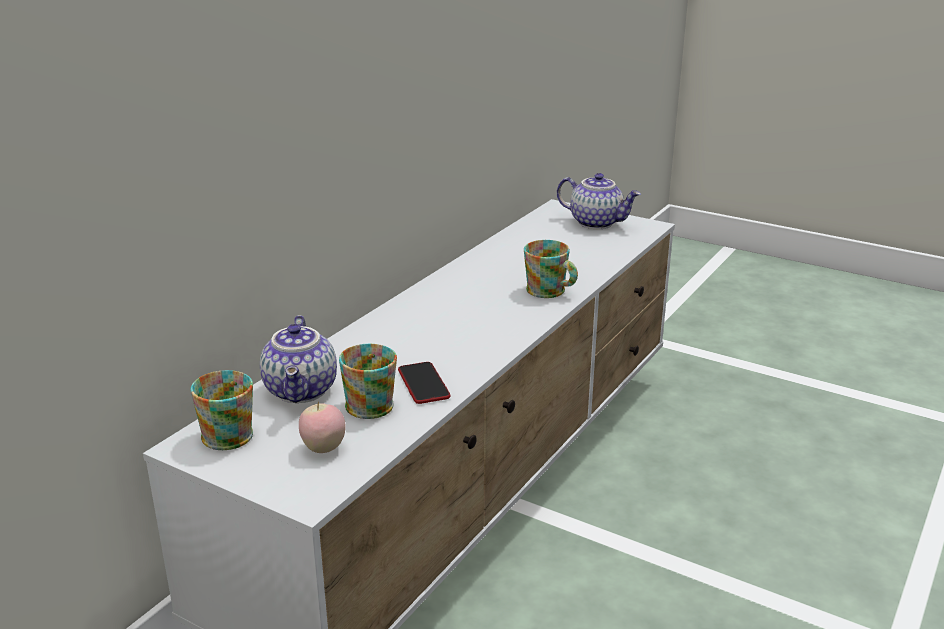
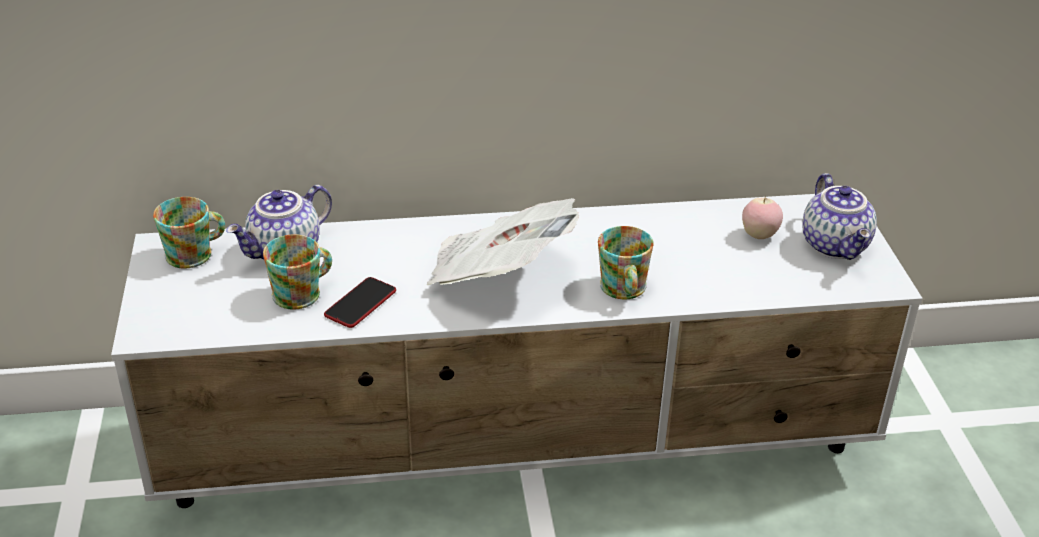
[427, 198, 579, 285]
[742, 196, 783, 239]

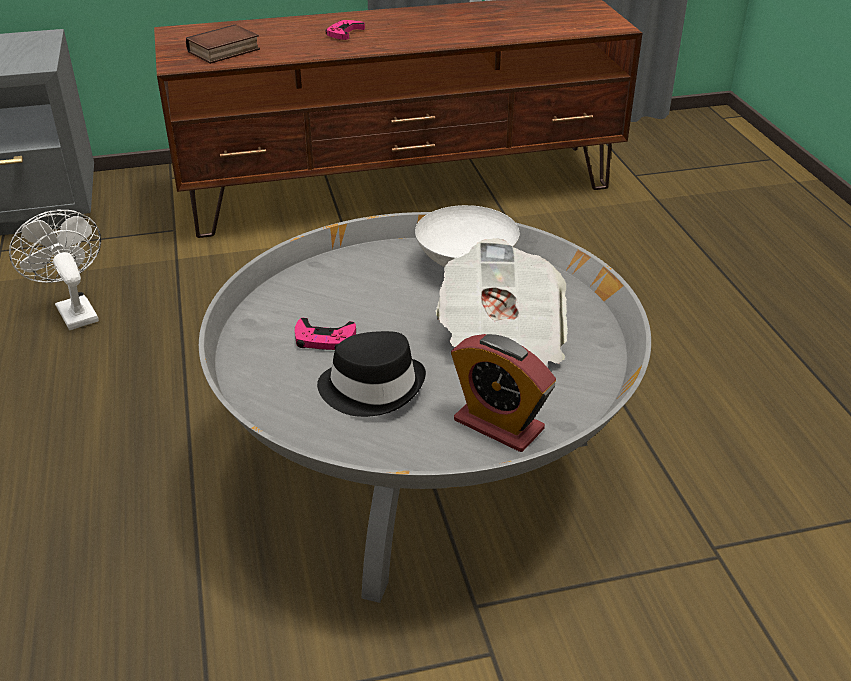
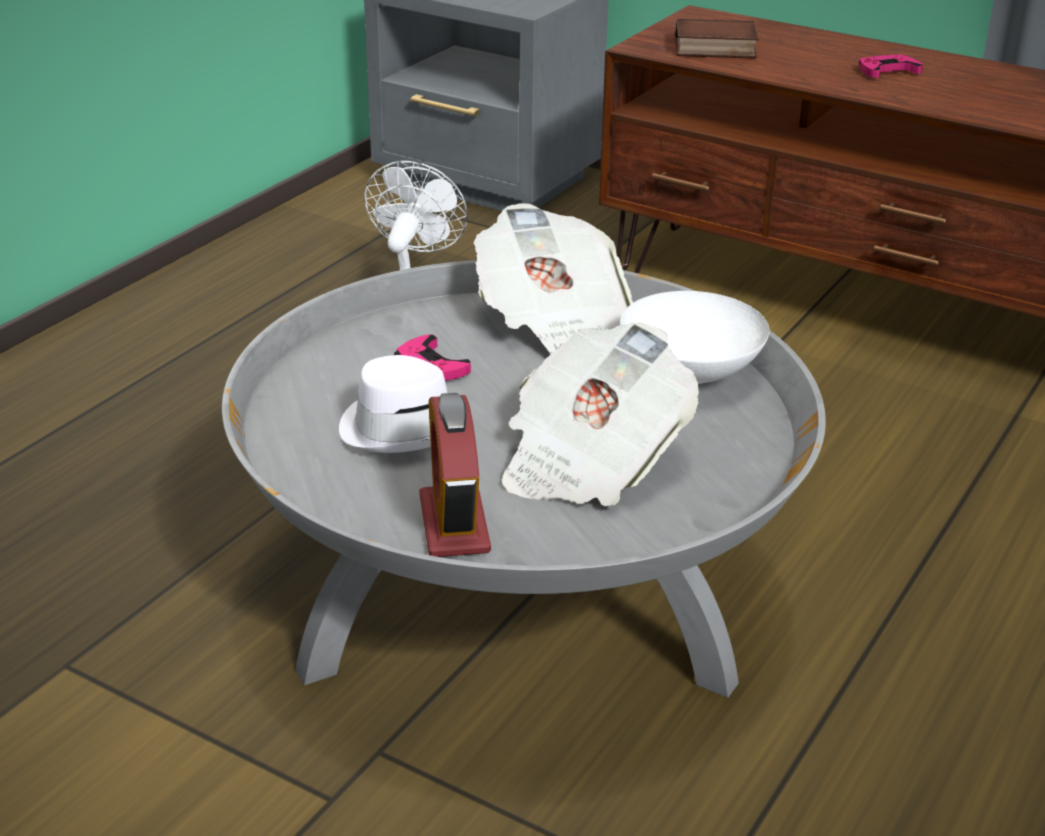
[474, 203, 633, 354]
[339, 355, 447, 453]

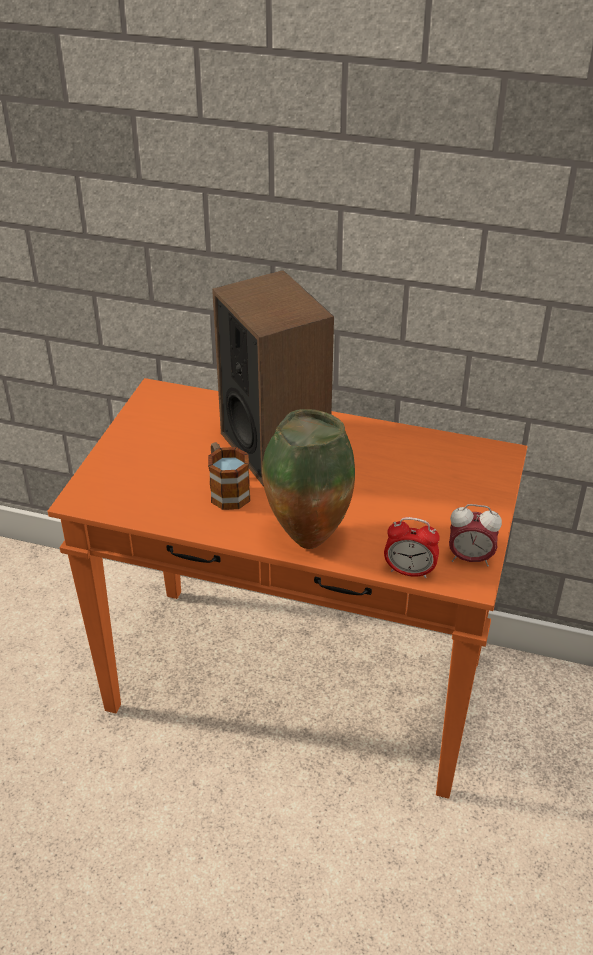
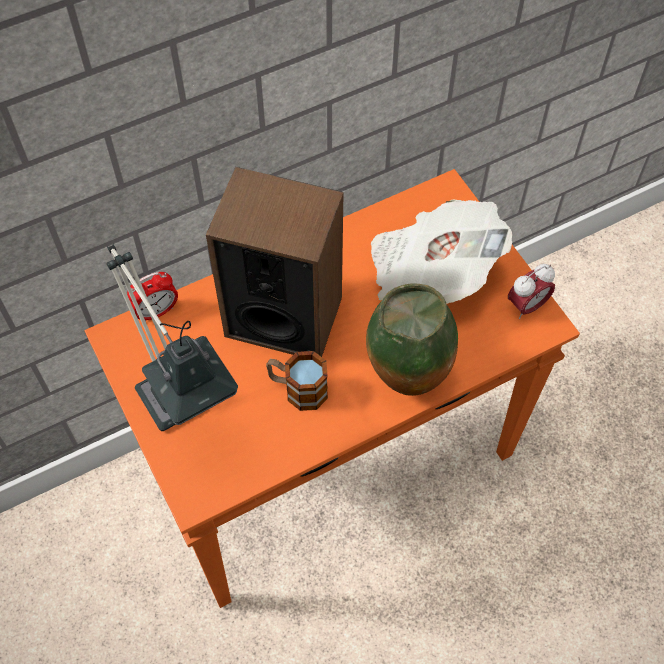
[107, 244, 238, 431]
[371, 199, 512, 304]
[127, 272, 178, 321]

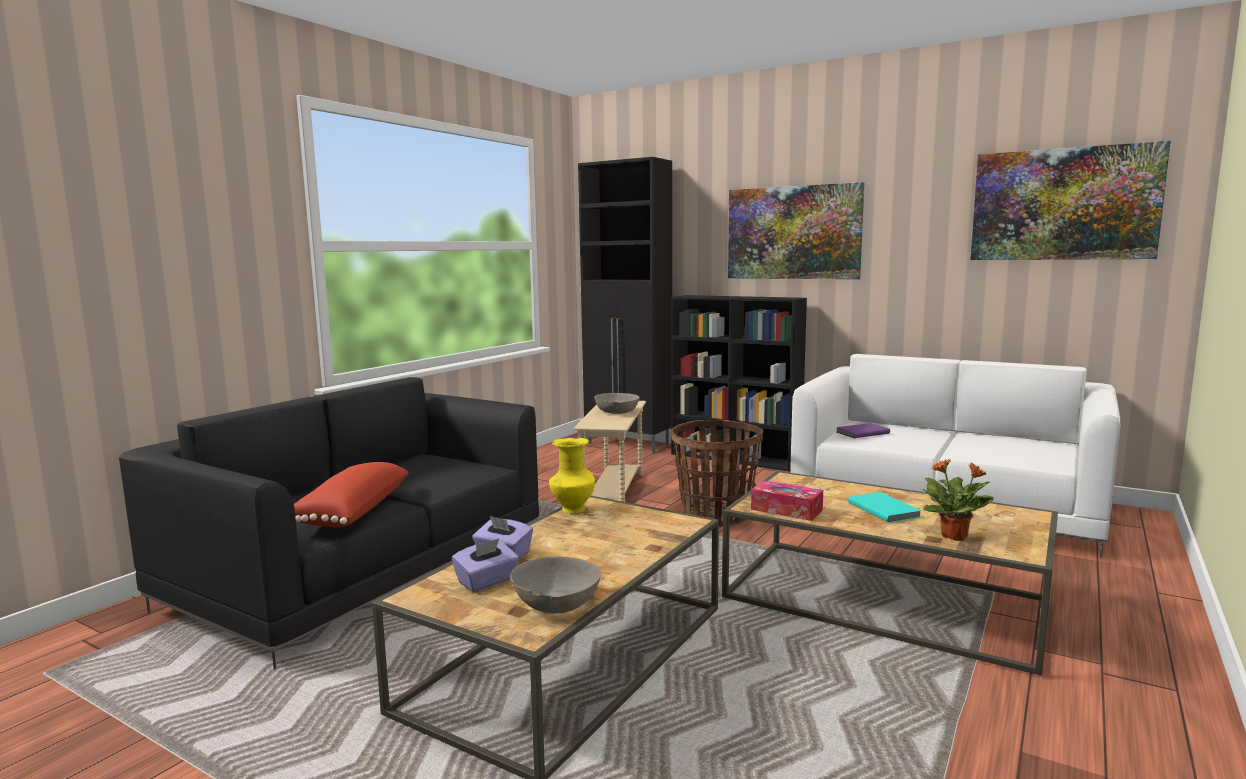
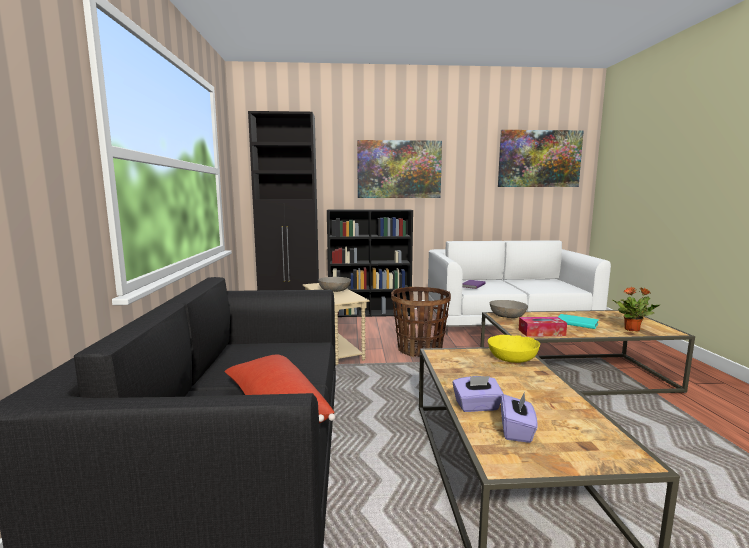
[549, 437, 595, 514] (first image)
[488, 335, 540, 363]
[490, 300, 528, 318]

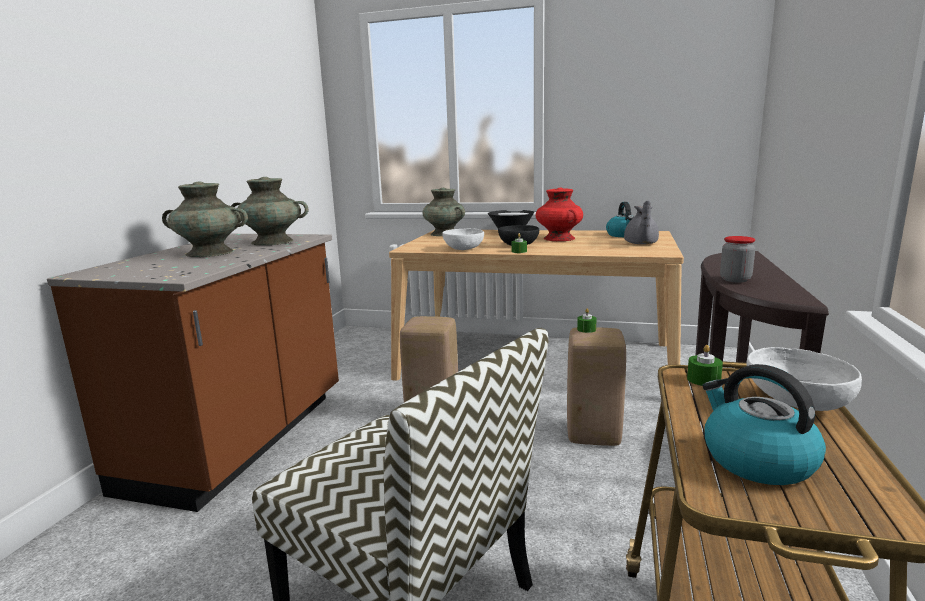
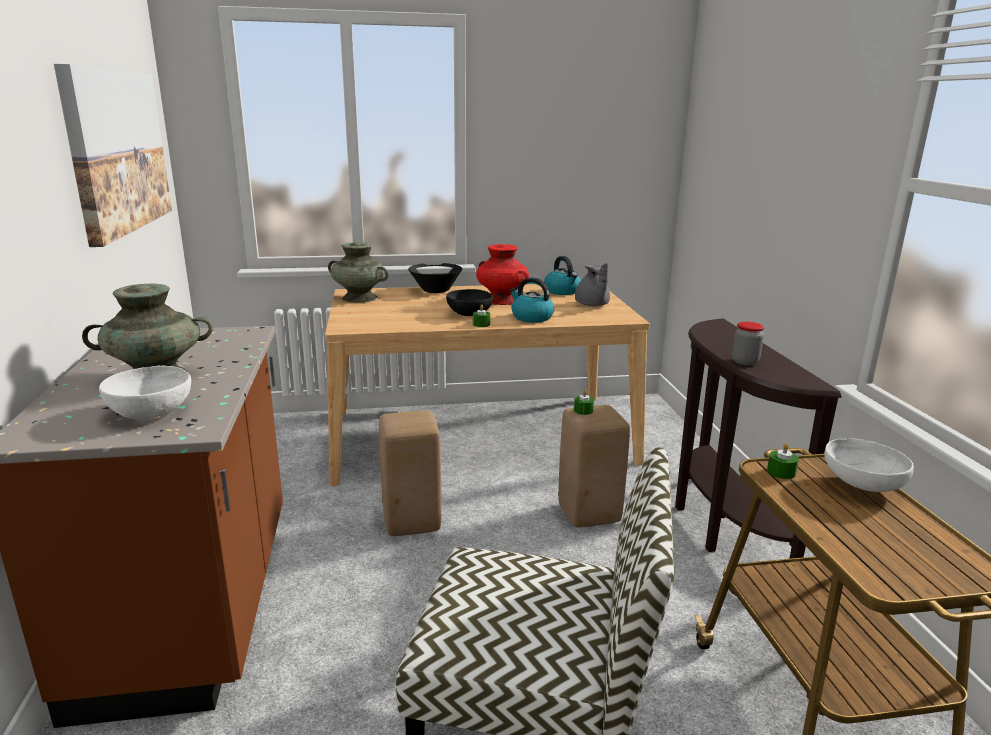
[231, 177, 308, 245] (first image)
[54, 64, 172, 247]
[99, 366, 191, 419]
[509, 278, 554, 323]

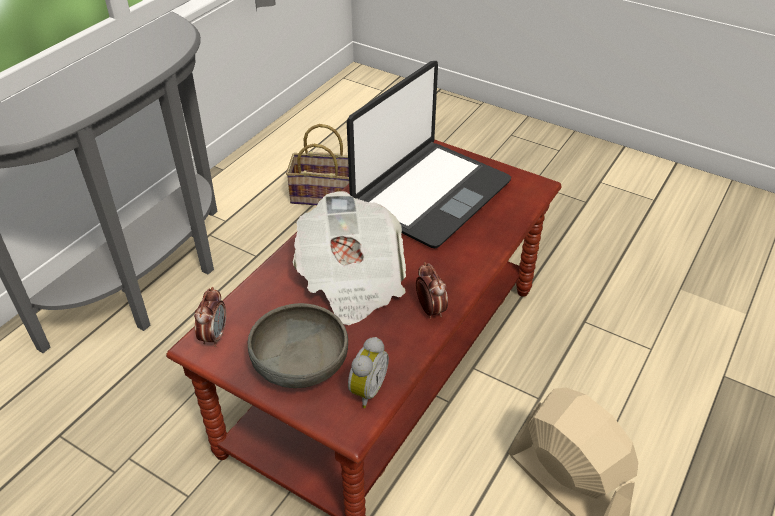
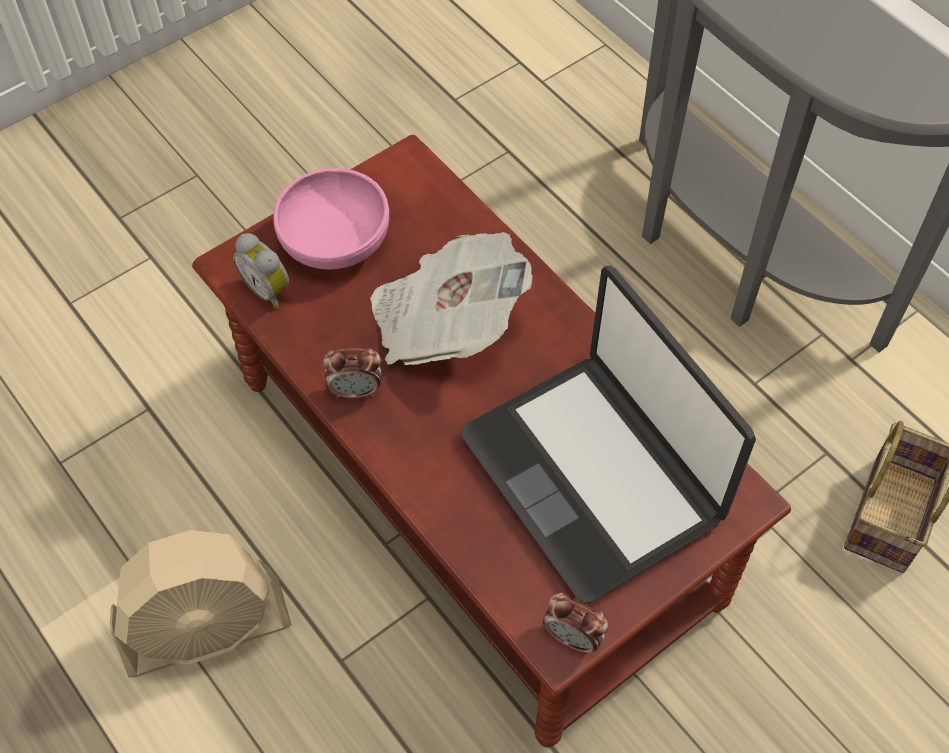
[543, 593, 608, 654]
[273, 168, 389, 270]

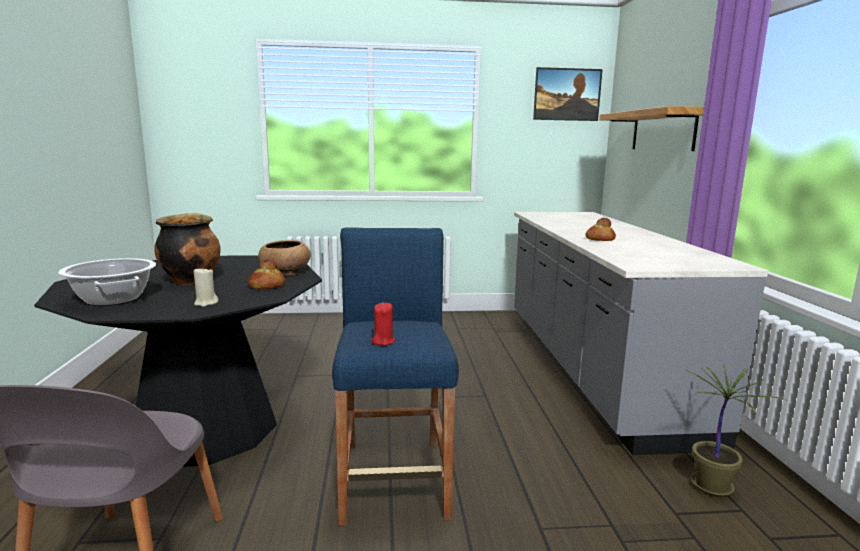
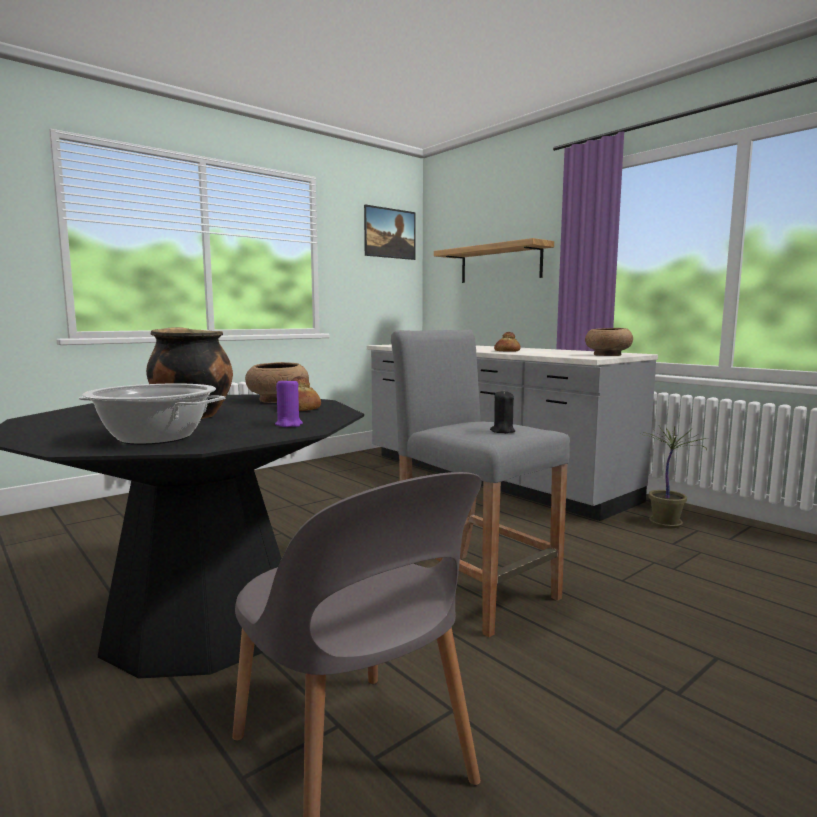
[585, 328, 633, 356]
[275, 377, 303, 427]
[391, 329, 570, 637]
[490, 391, 515, 433]

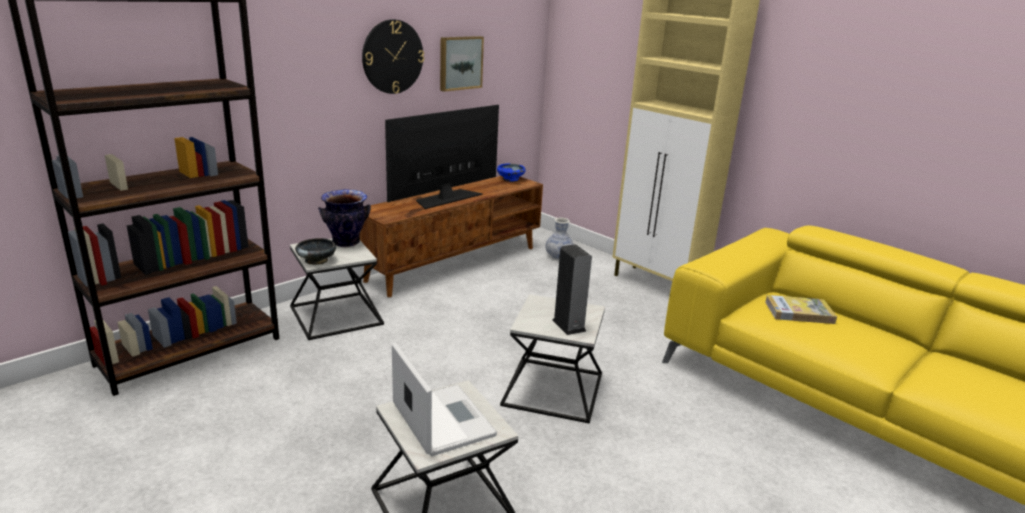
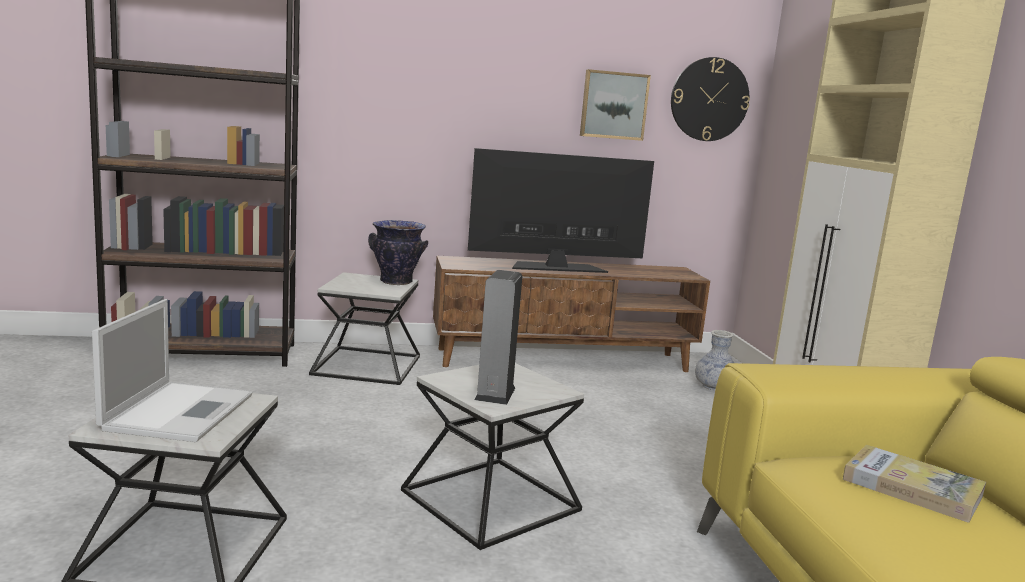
[295, 238, 336, 265] (first image)
[497, 163, 526, 182] (first image)
[671, 57, 750, 141]

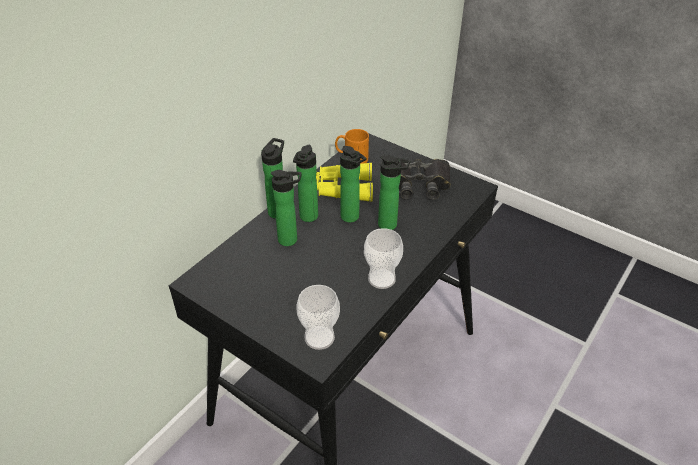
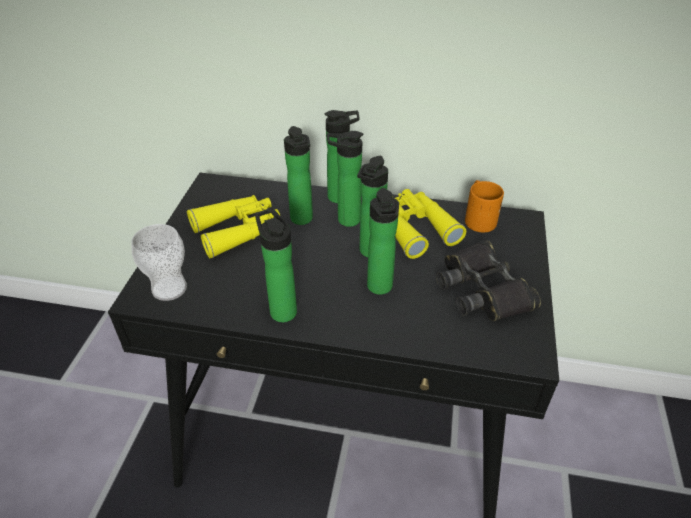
[187, 195, 280, 258]
[255, 208, 297, 322]

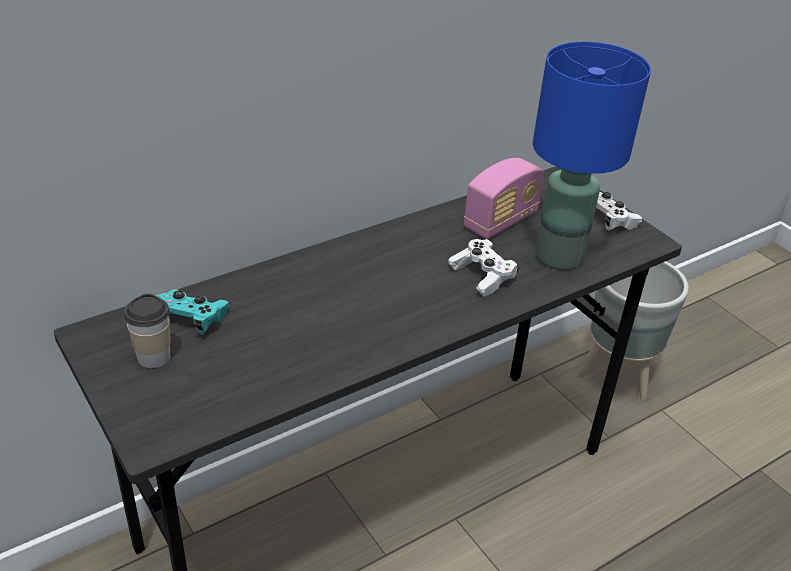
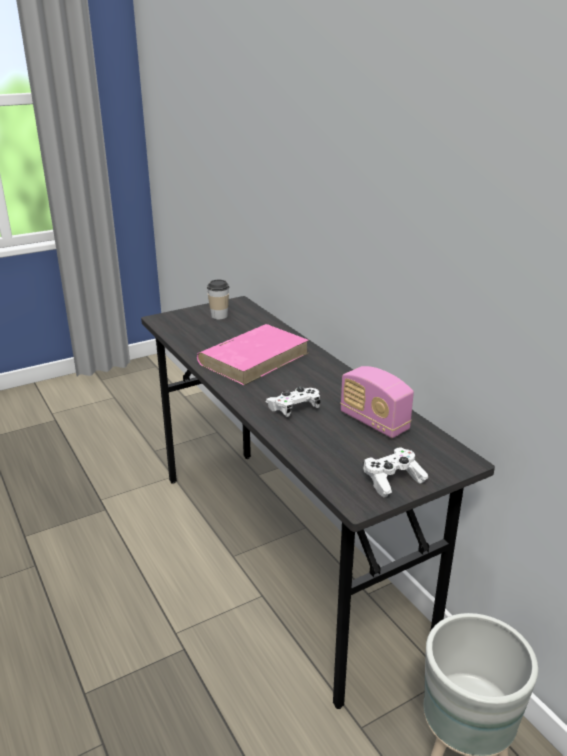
[156, 289, 230, 335] (first image)
[533, 42, 651, 270] (first image)
[197, 324, 309, 385]

